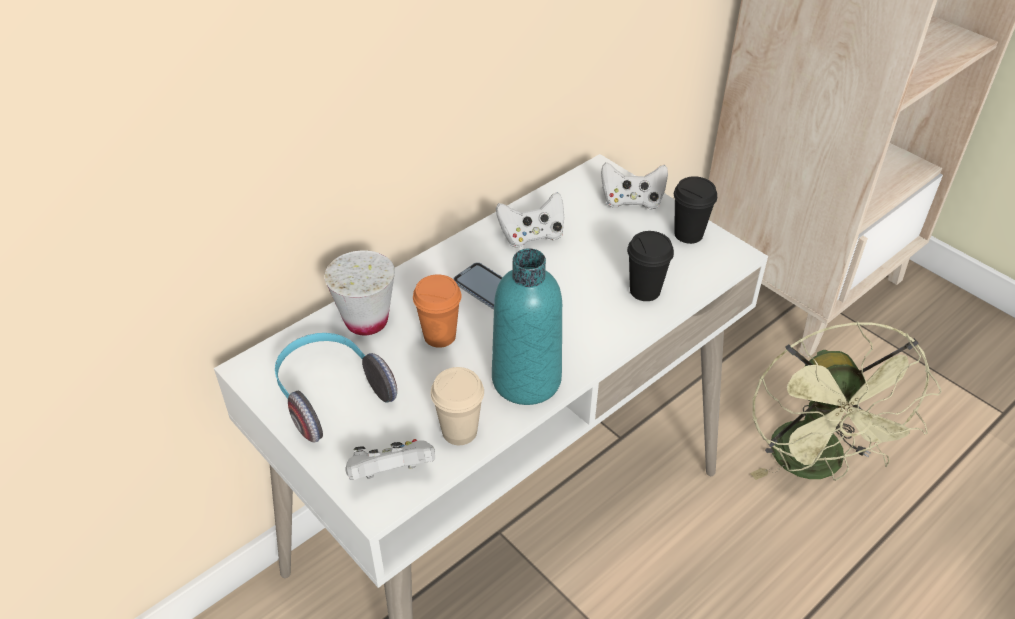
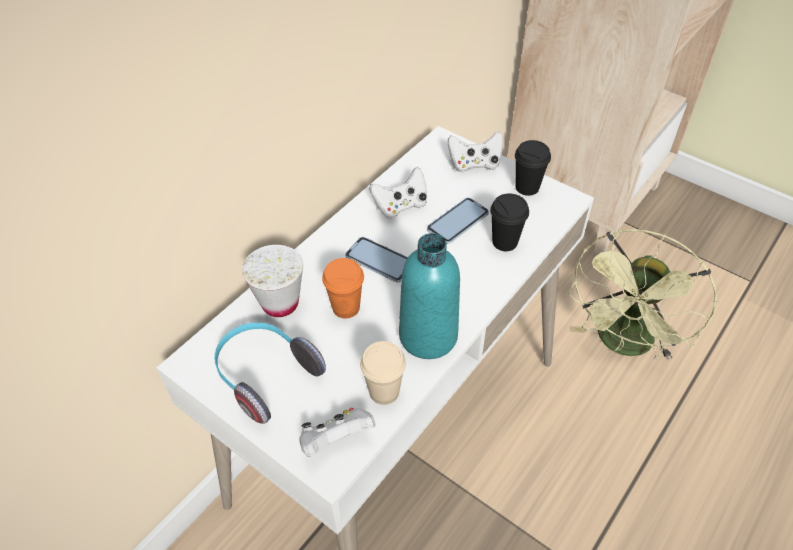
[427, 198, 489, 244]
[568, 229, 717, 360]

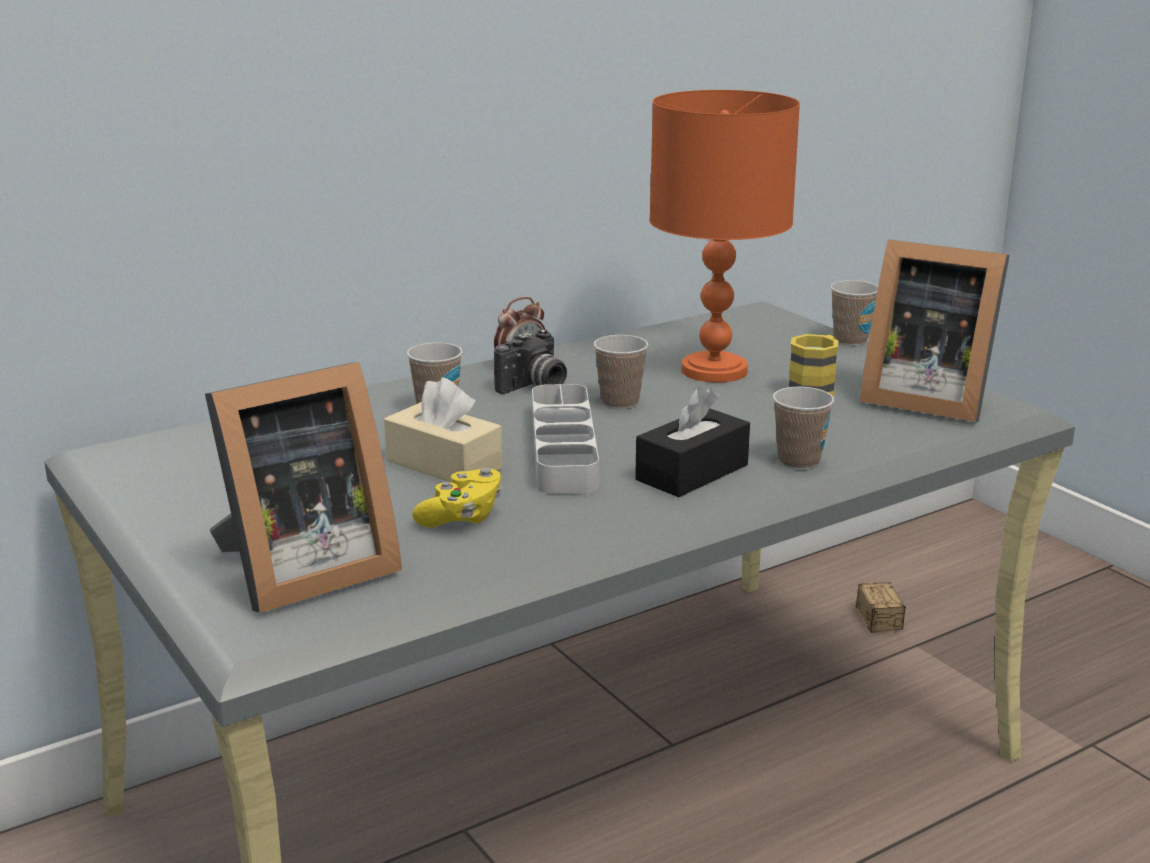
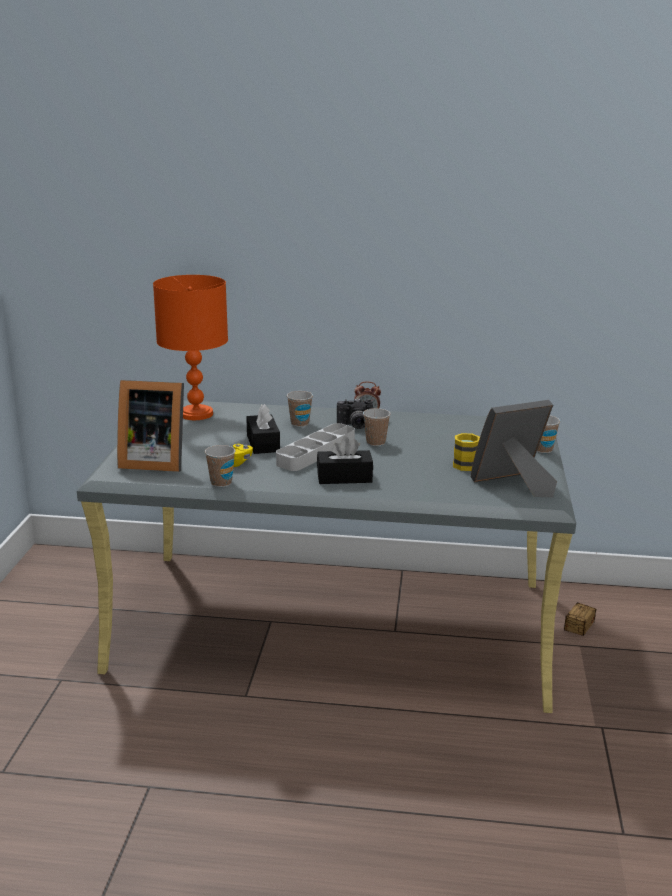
[153, 275, 228, 420]
[205, 445, 235, 487]
[246, 404, 280, 454]
[471, 400, 557, 498]

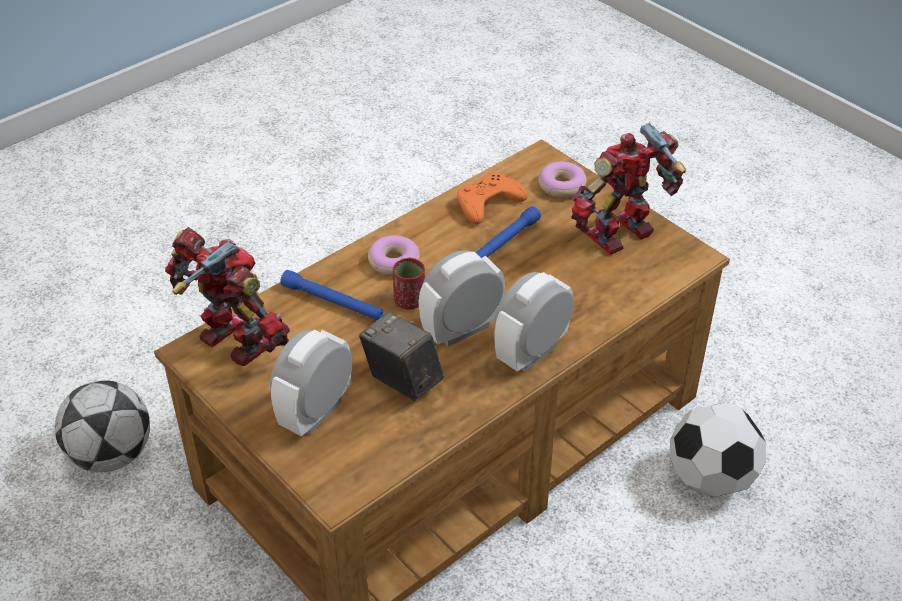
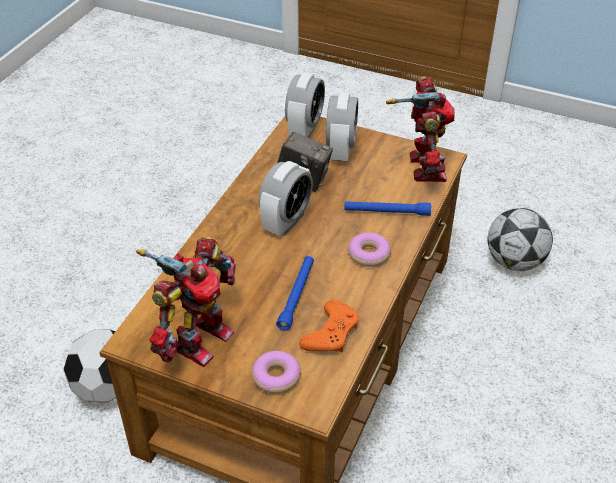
[393, 257, 425, 309] (first image)
[285, 72, 325, 138]
[386, 76, 455, 182]

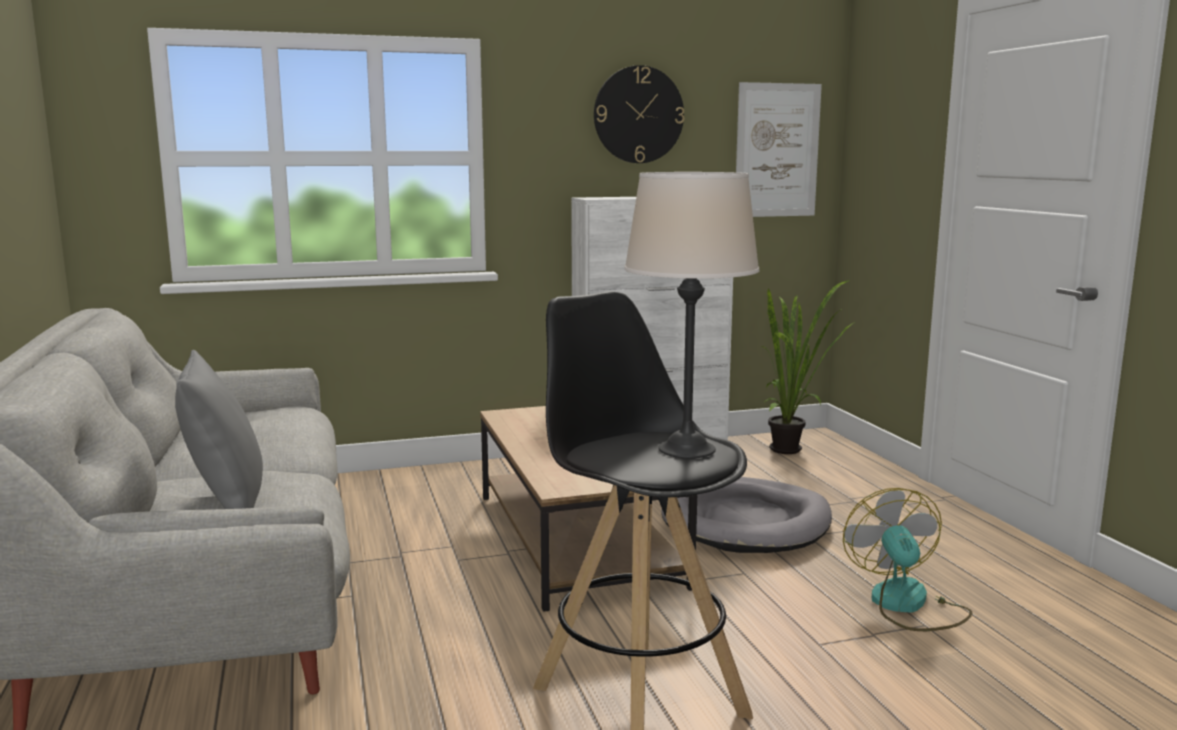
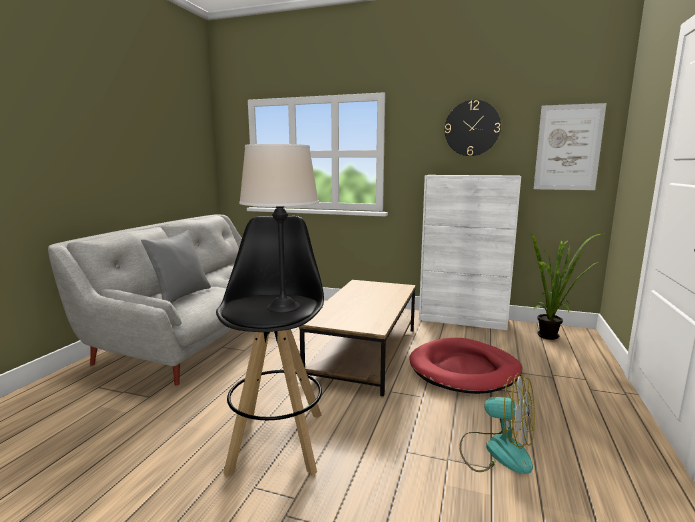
[409, 338, 522, 394]
[459, 373, 535, 474]

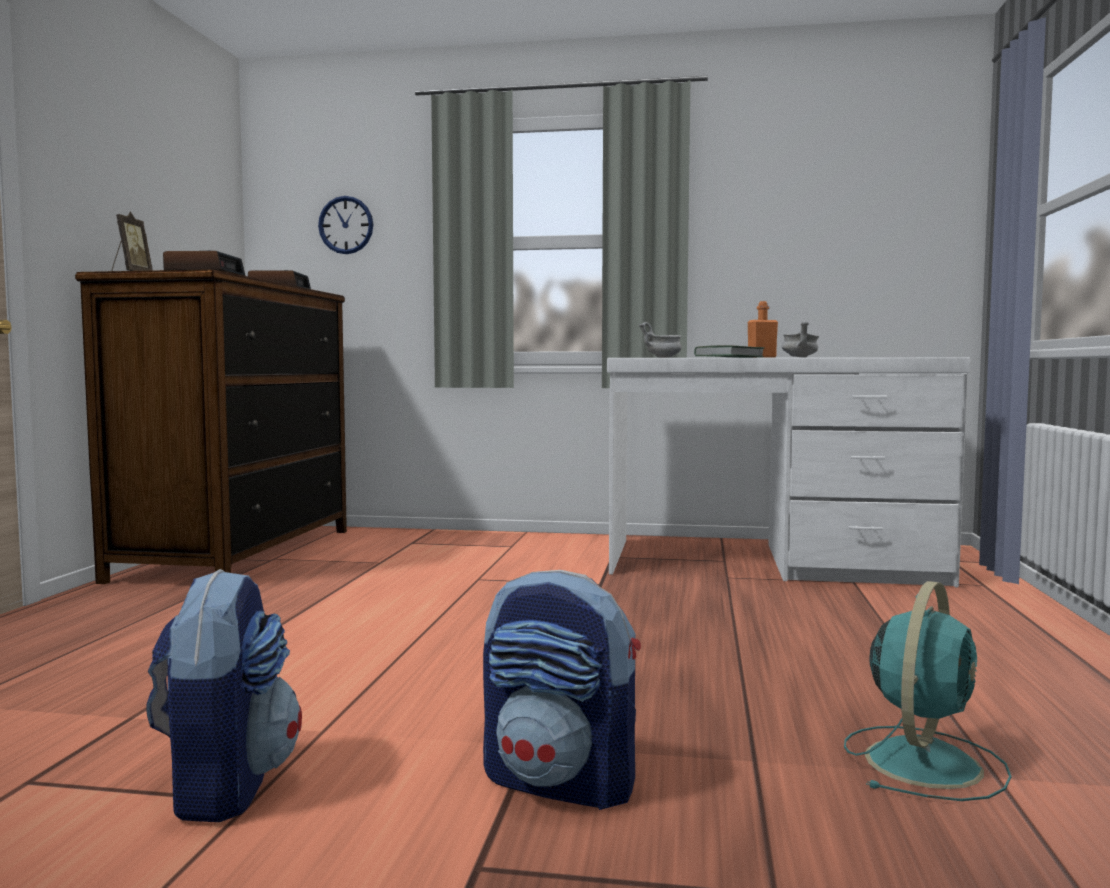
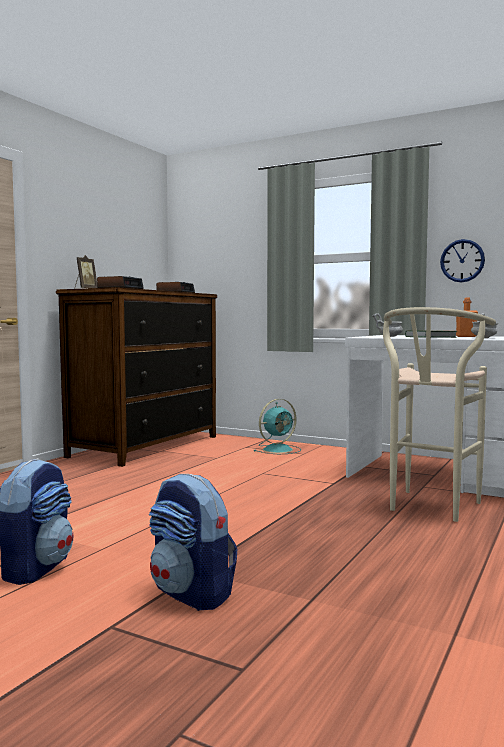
[383, 307, 496, 522]
[440, 239, 485, 282]
[254, 399, 301, 454]

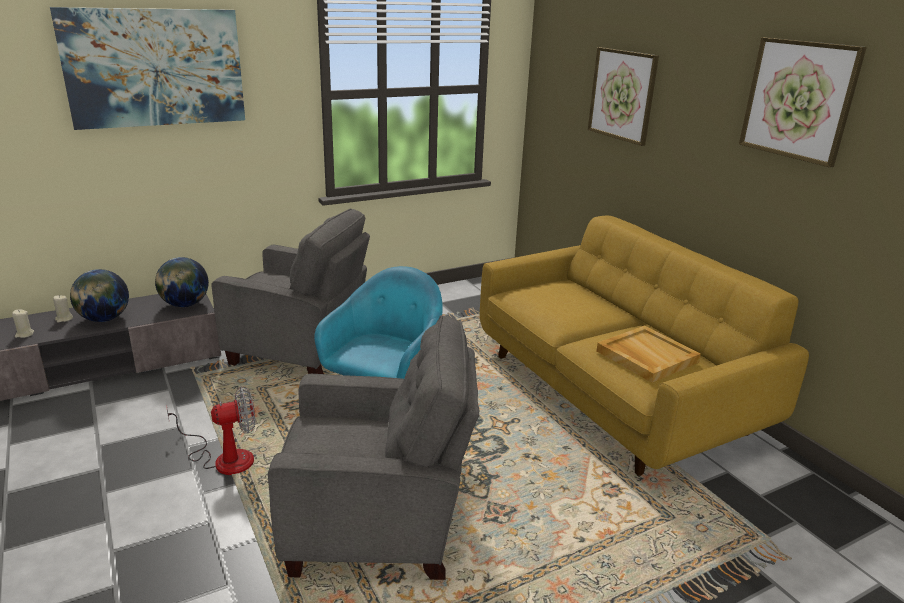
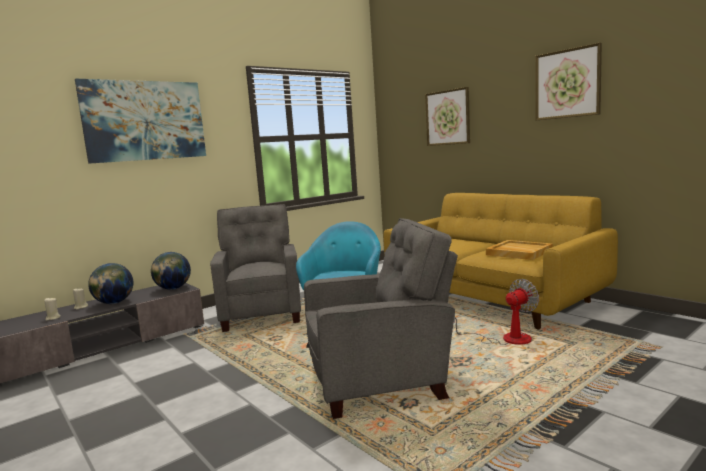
[454, 279, 539, 345]
[210, 204, 301, 332]

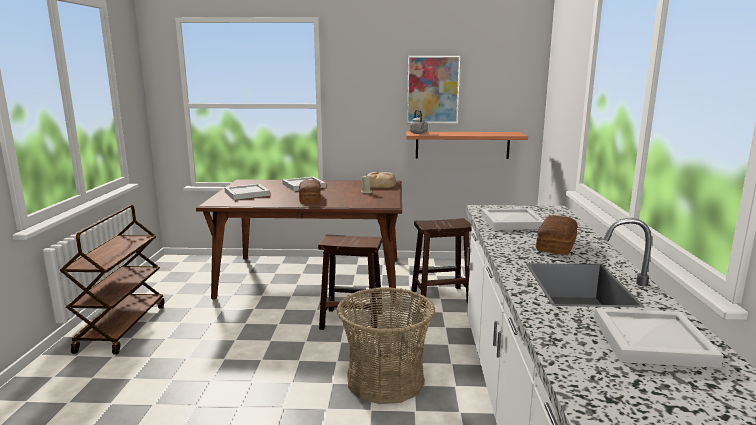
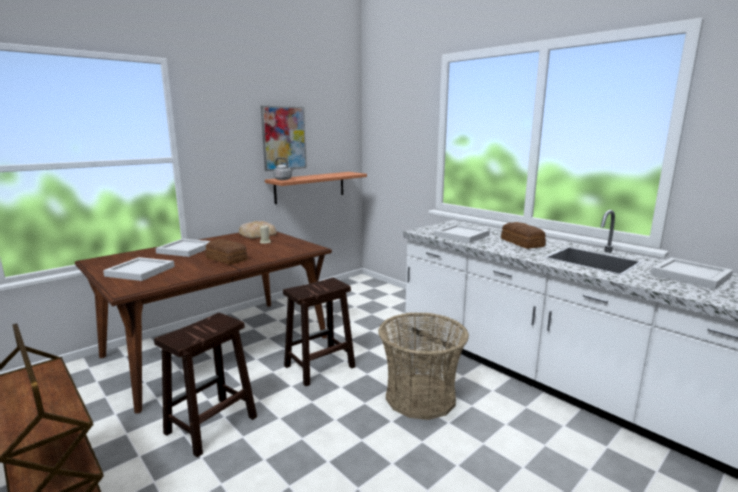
[154, 313, 257, 457]

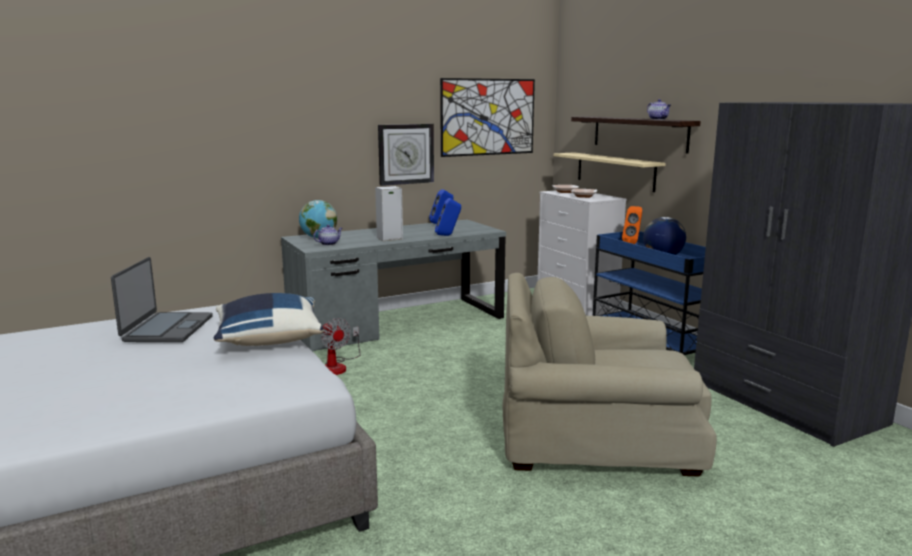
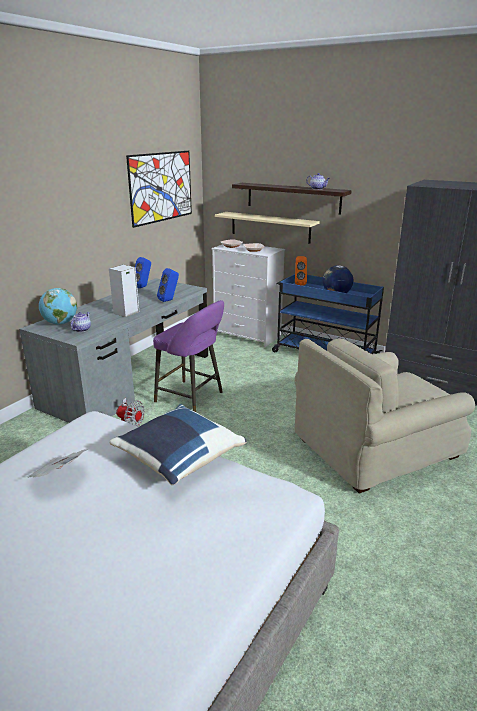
[378, 124, 434, 186] (first image)
[153, 300, 224, 412]
[27, 449, 88, 478]

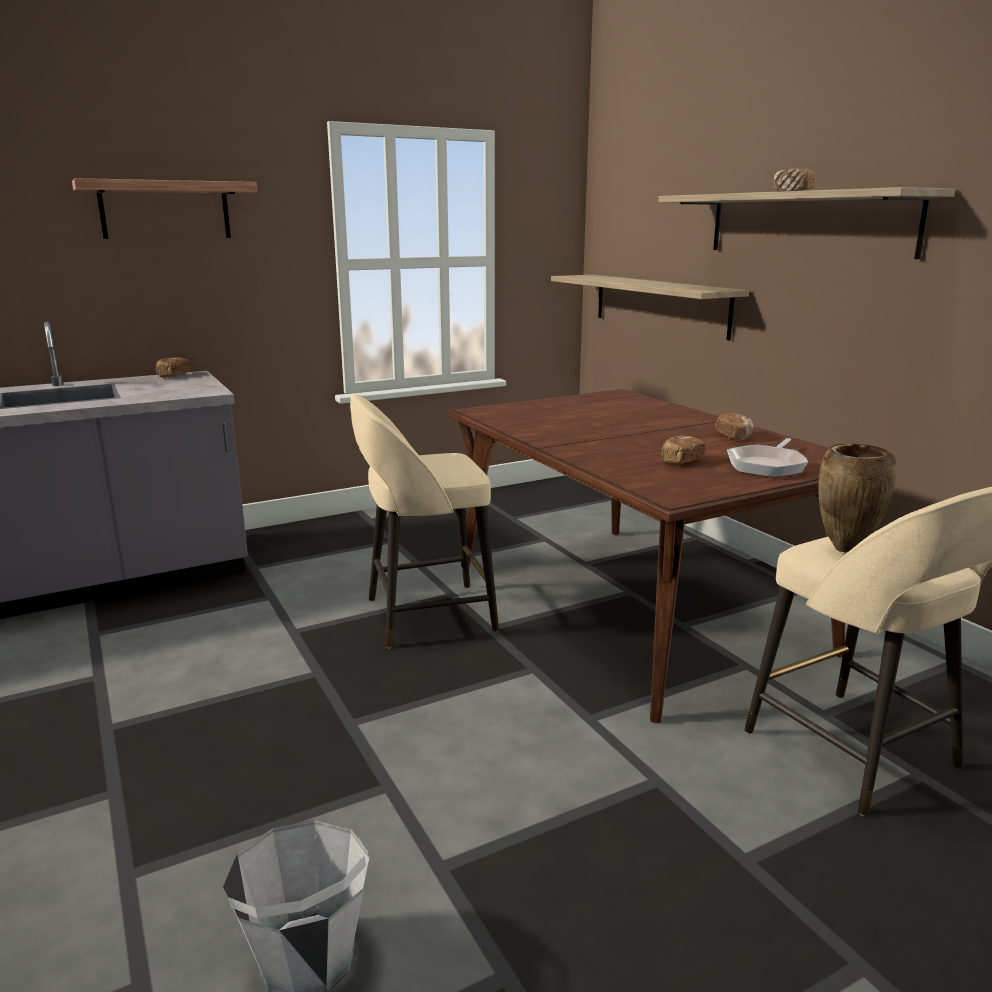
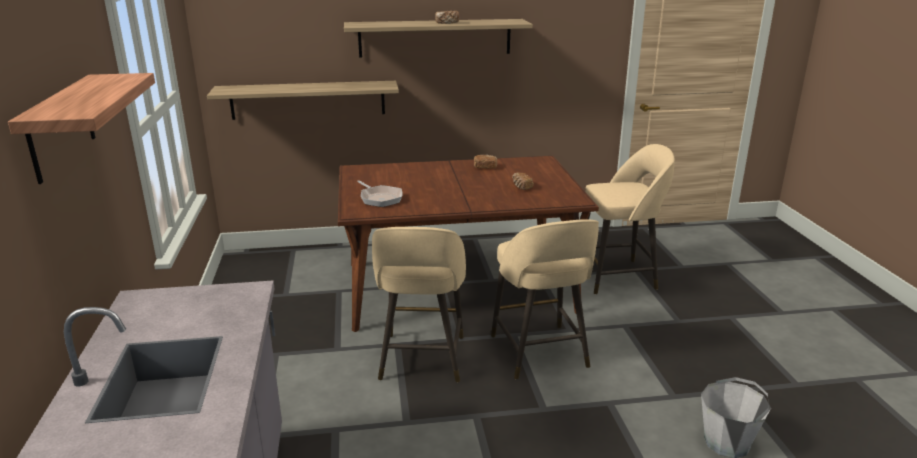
[155, 357, 190, 377] (first image)
[818, 443, 897, 553] (first image)
[491, 219, 599, 379]
[357, 180, 403, 207]

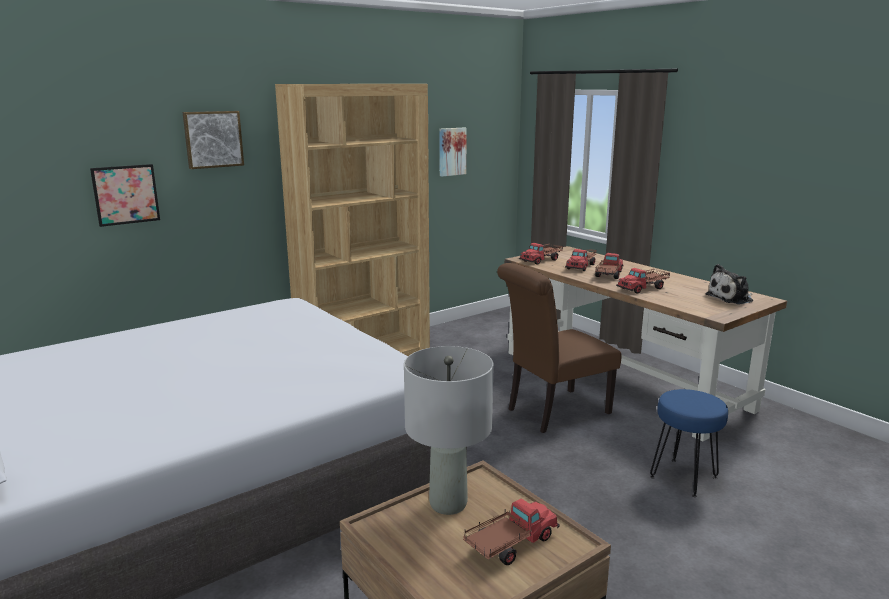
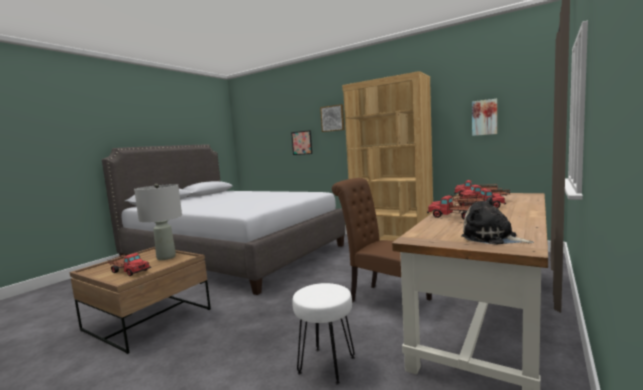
[292, 283, 355, 385]

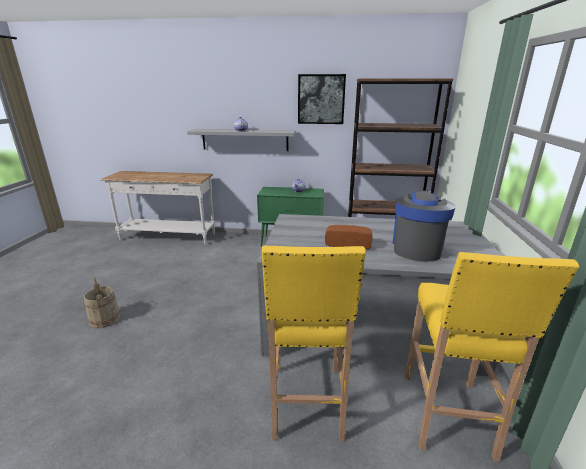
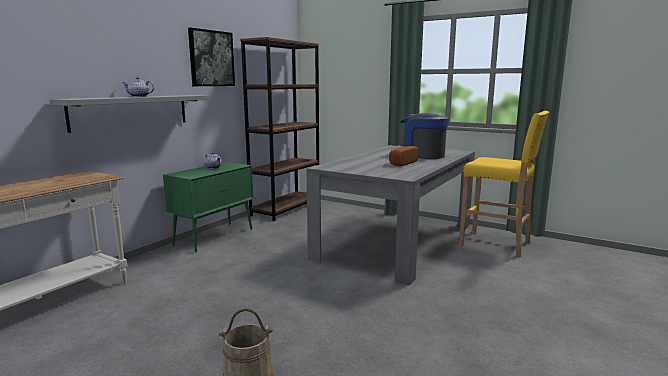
[262, 245, 366, 441] (first image)

